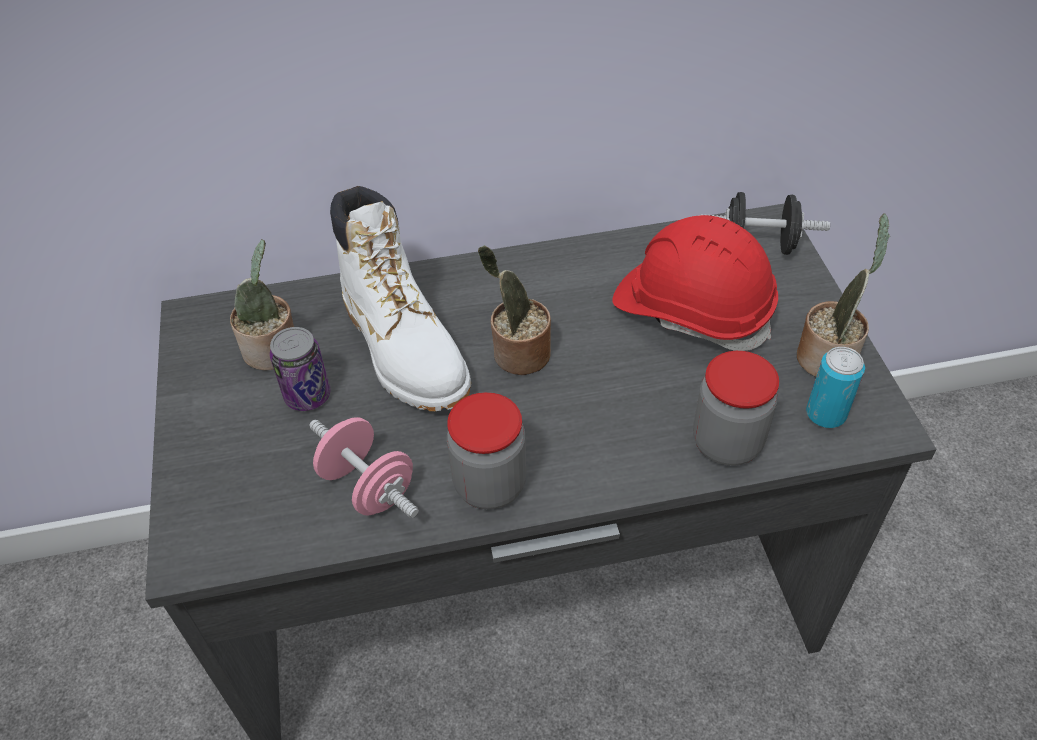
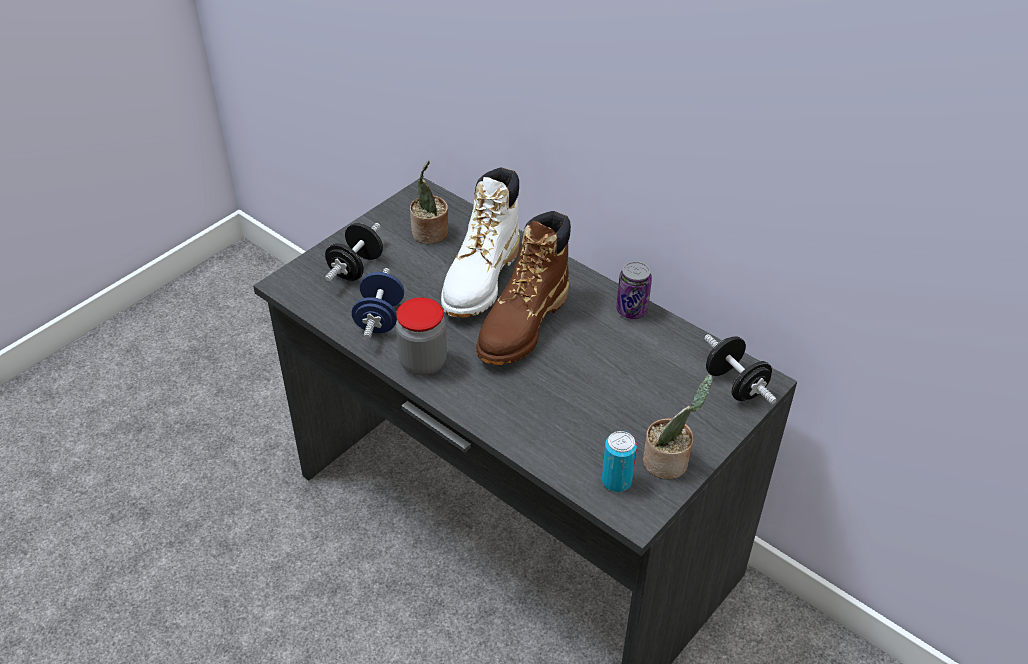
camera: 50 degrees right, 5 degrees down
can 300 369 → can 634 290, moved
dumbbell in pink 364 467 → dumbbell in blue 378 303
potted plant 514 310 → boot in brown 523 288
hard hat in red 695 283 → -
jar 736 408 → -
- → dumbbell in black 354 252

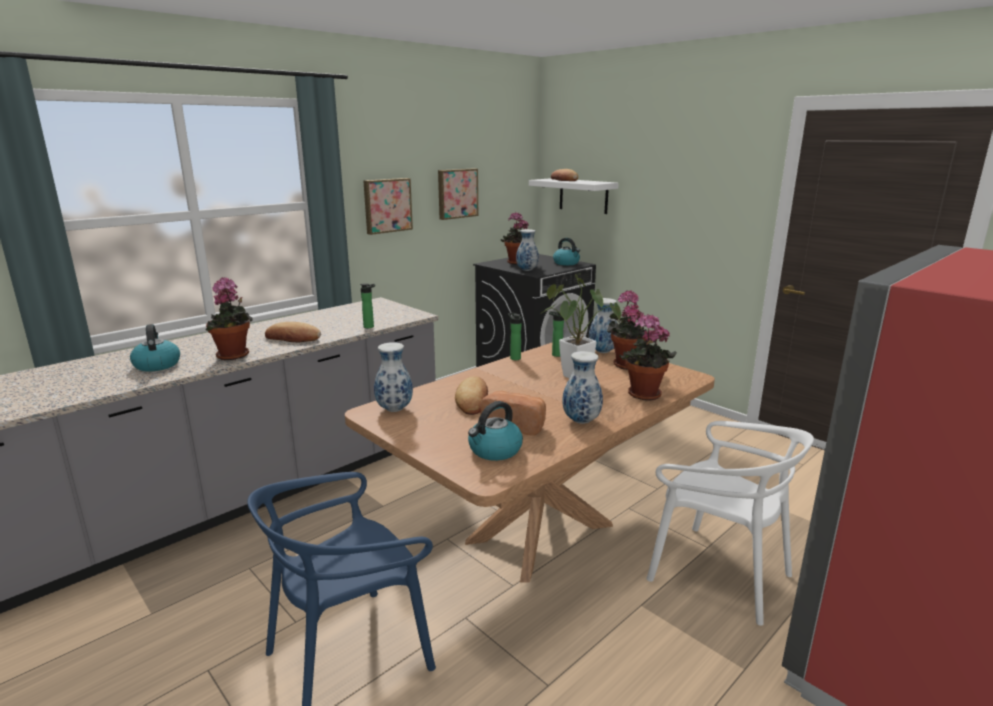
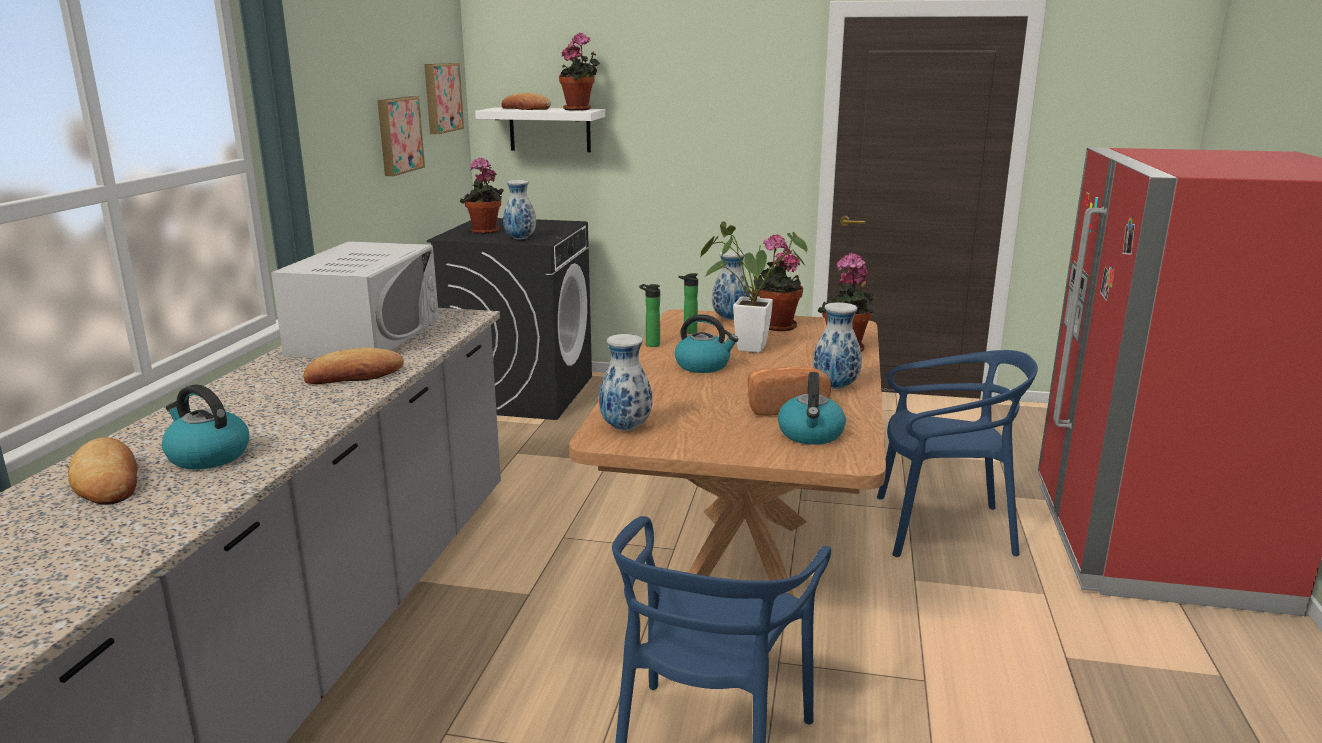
camera: 35 degrees left, 0 degrees up
potted plant 228 318 → potted plant 579 71, moved
bottle 367 305 → -
picture 388 206 → picture 444 98, moved
bread 471 395 → bread 103 471, moved
kettle 566 251 → kettle 706 343, moved
chair in white 730 523 → chair in blue 957 453
- → microwave in white 355 299

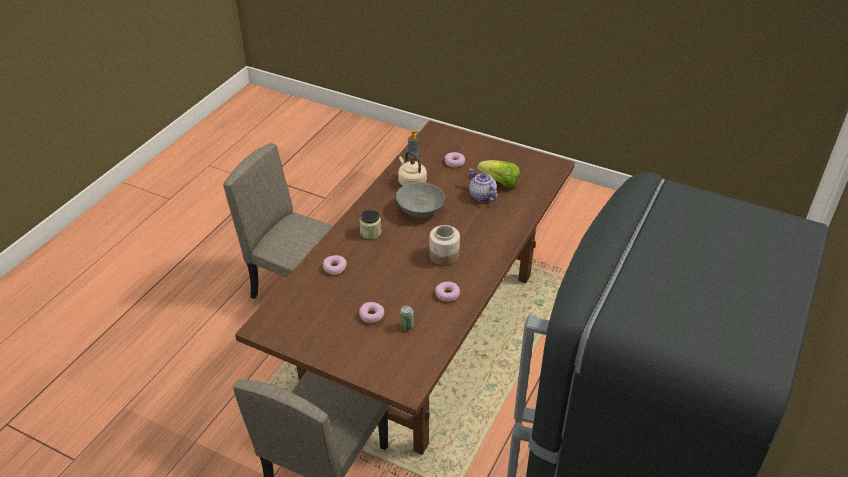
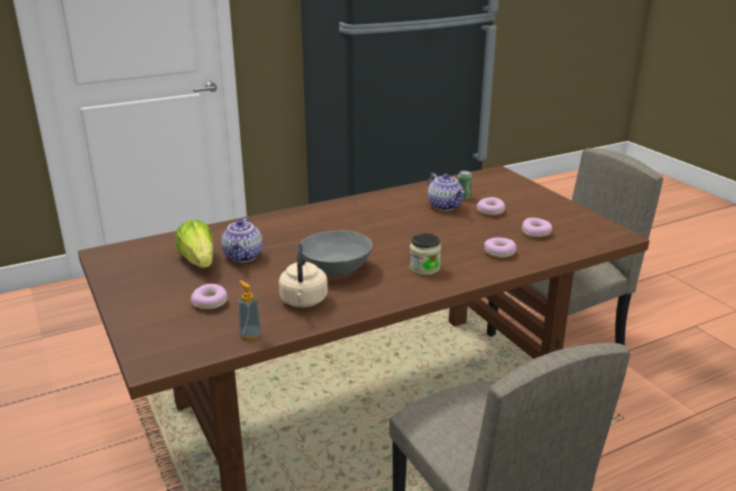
camera: 145 degrees left, 15 degrees down
jar 444 245 → -
donut 447 292 → donut 536 227, moved
- → teapot 446 192

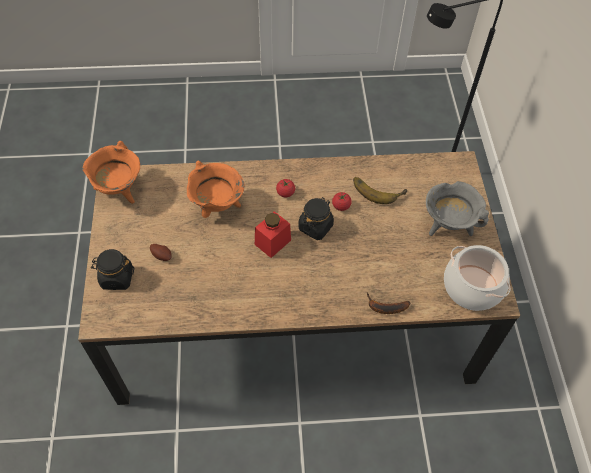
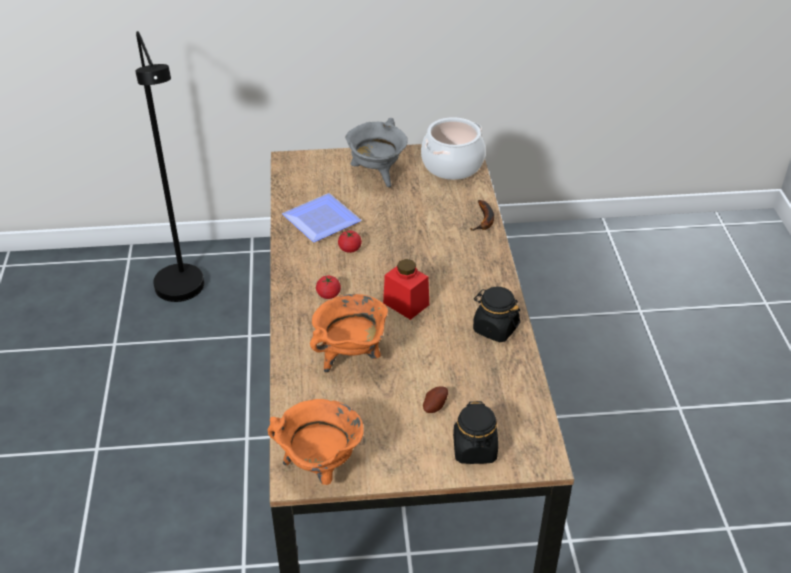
camera: 90 degrees left, 15 degrees down
jar in black 316 218 → jar in black 496 314, moved
banana 380 190 → plate 321 217

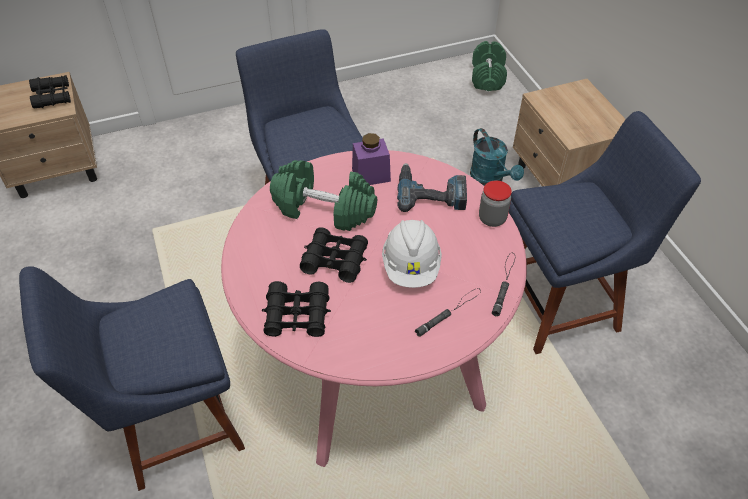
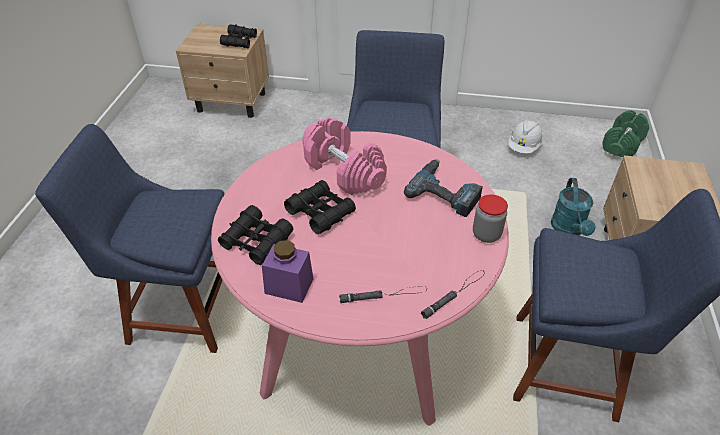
camera: 30 degrees right, 5 degrees down
dumbbell in green 323 195 → dumbbell in pink 344 156
jar in purple 371 159 → jar in purple 287 271, moved
hard hat in white 412 254 → hard hat in white 525 136, moved

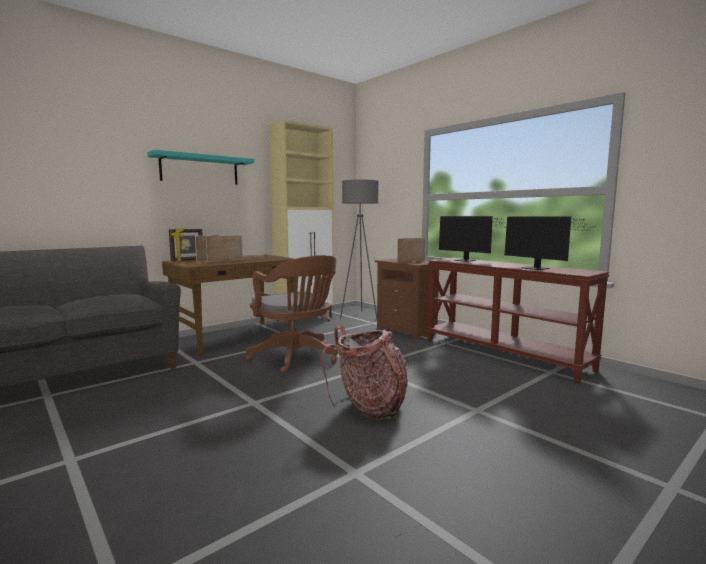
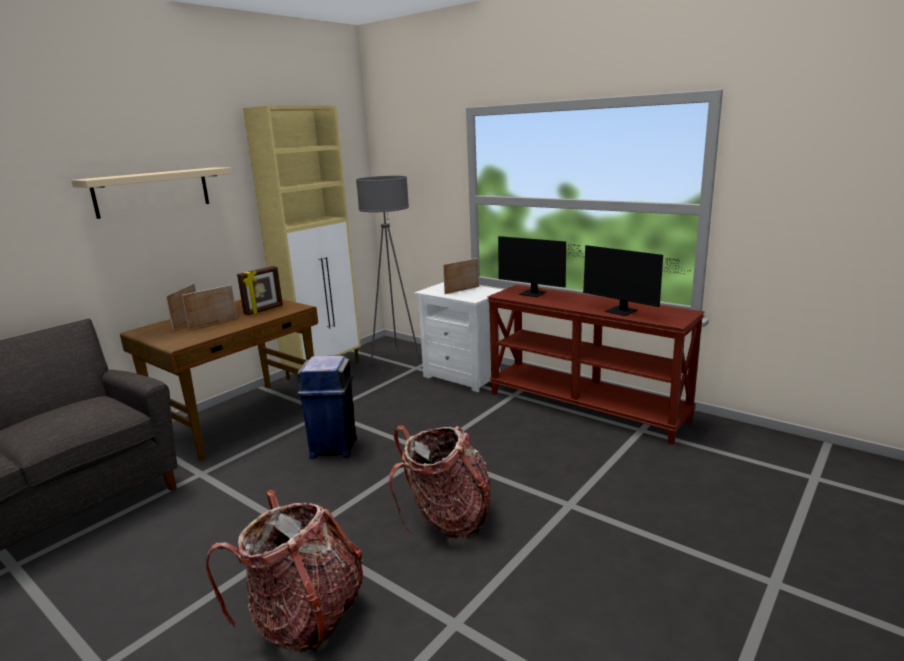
camera: 10 degrees left, 10 degrees up
shelf in turquoise 200 167 → shelf in beige 151 193
picture frame 185 244 → picture frame 260 290, moved
office chair in brown 291 314 → trash can in blue 327 407
nightstand in brown 407 298 → nightstand in white 458 337
- → backpack 284 571

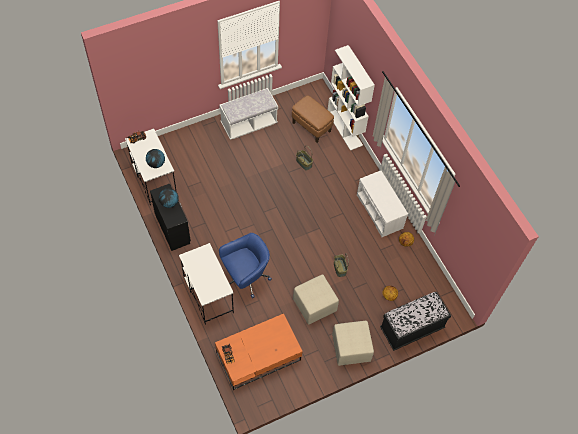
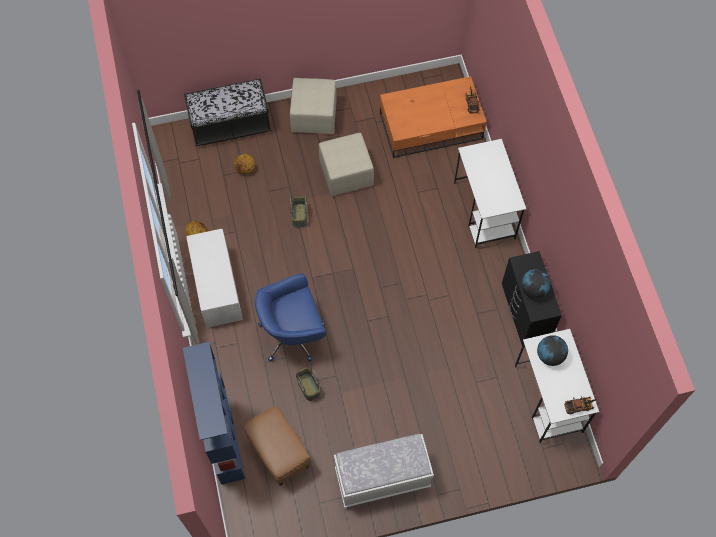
camera: 165 degrees left, 5 degrees up
office chair in blue 245 265 → office chair in blue 290 318, moved
bookcase in white 351 97 → bookcase in blue 214 413

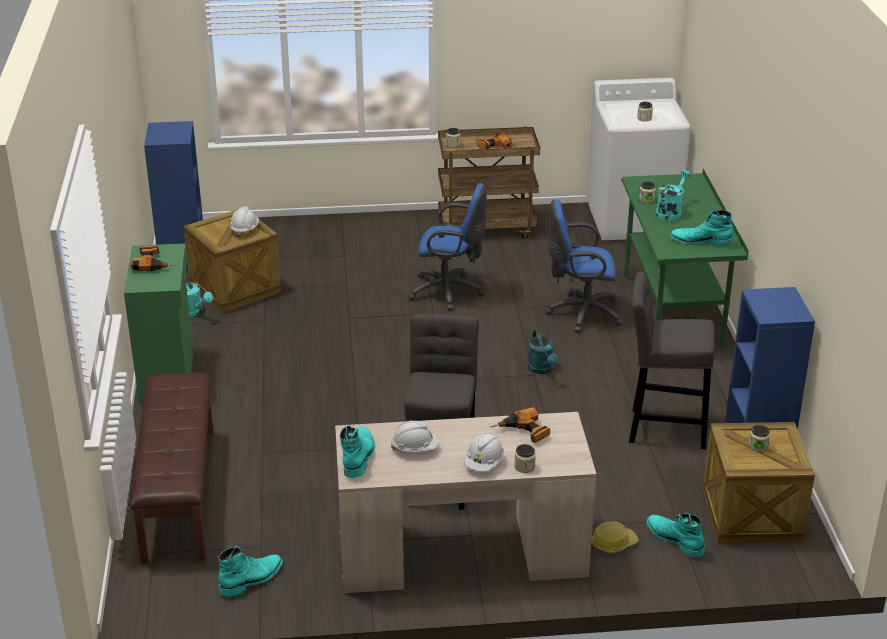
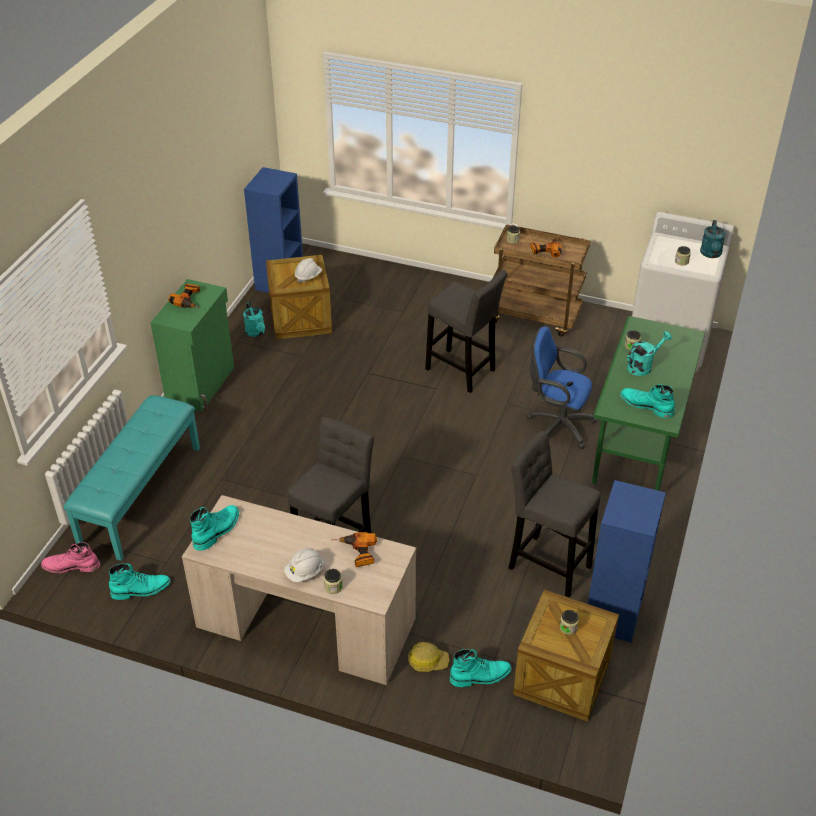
camera: 25 degrees right, 10 degrees up
bench in brown 172 468 → bench in turquoise 132 478
hard hat in white 414 436 → -
office chair in blue 447 247 → stool in grey 466 331
watering can in turquoise 543 352 → watering can in turquoise 713 239, moved
boot in turquoise 675 535 → boot in turquoise 481 668, 90 degrees clockwise
- → boot in pink 70 557

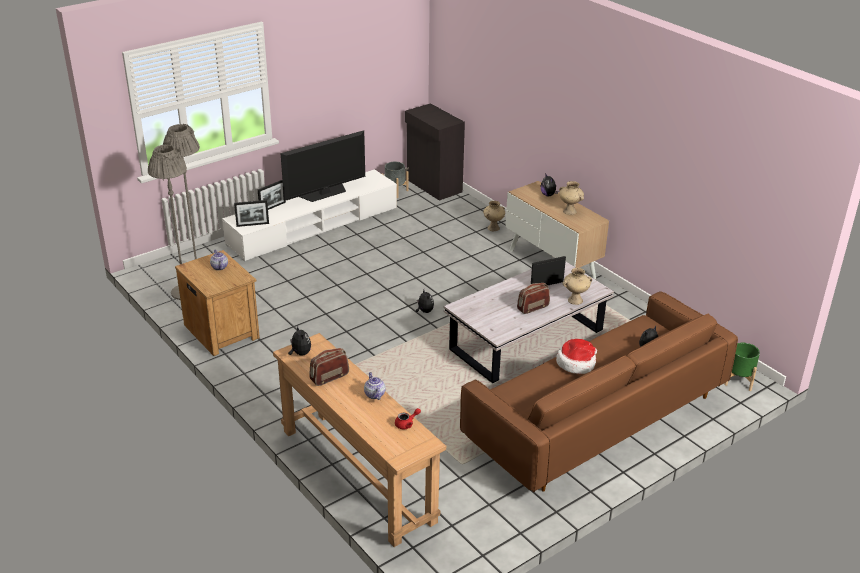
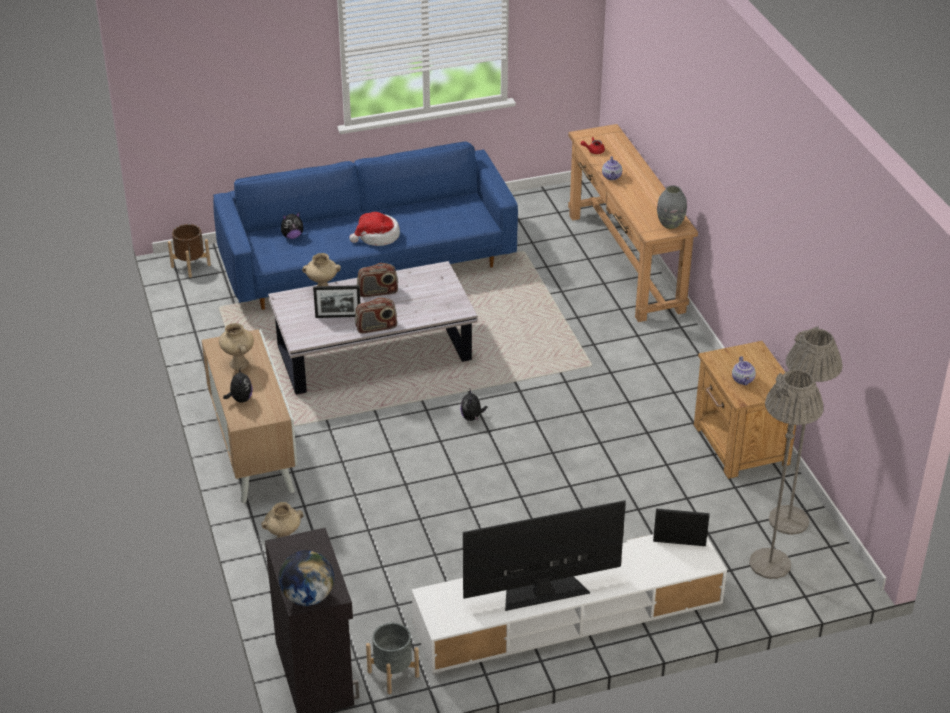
camera: 160 degrees left, 5 degrees up
picture frame 272 195 → -
plush toy 299 340 → vase in grey 672 207
radio 329 367 → radio 376 316, moved
sofa in brown 599 391 → sofa in blue 365 225
planter in green 742 367 → planter in brown 189 251
- → globe 306 578

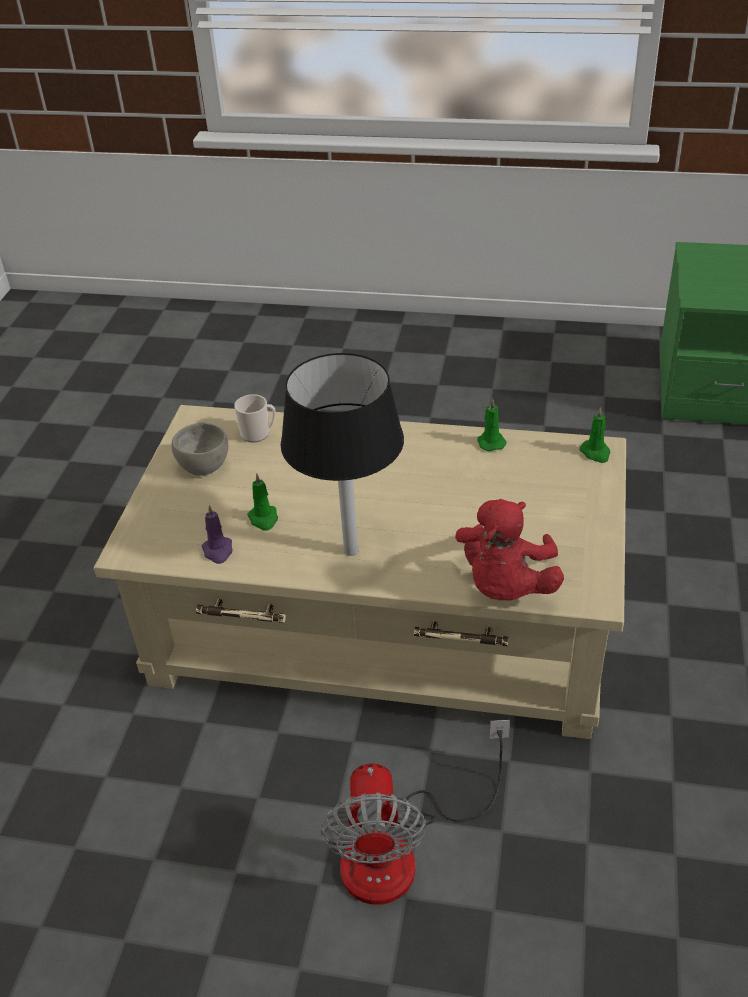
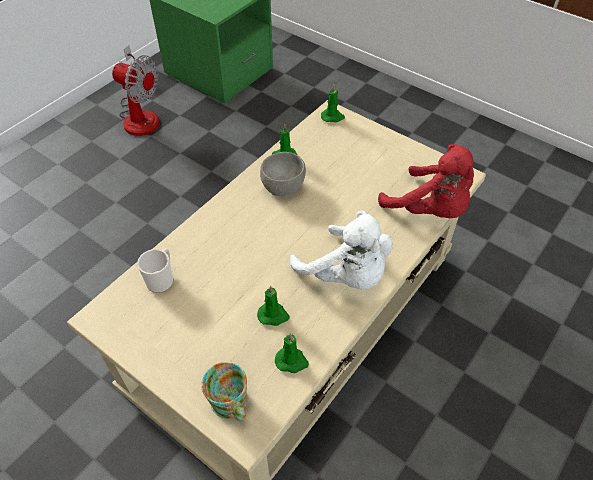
camera: 65 degrees left, 10 degrees up
bowl in grey 199 449 → bowl in grey 283 174, moved
candle in purple 217 534 → candle in green 292 353
table lamp in black 342 454 → plush toy in white 341 250
fan 415 812 → fan 136 90, moved
- → mug 224 391

